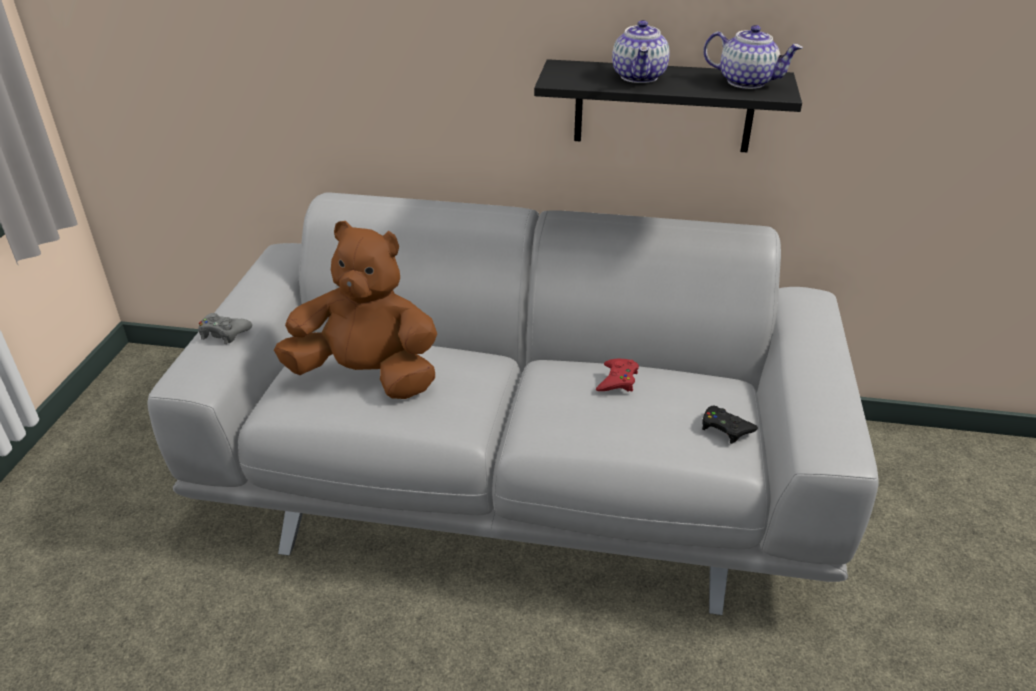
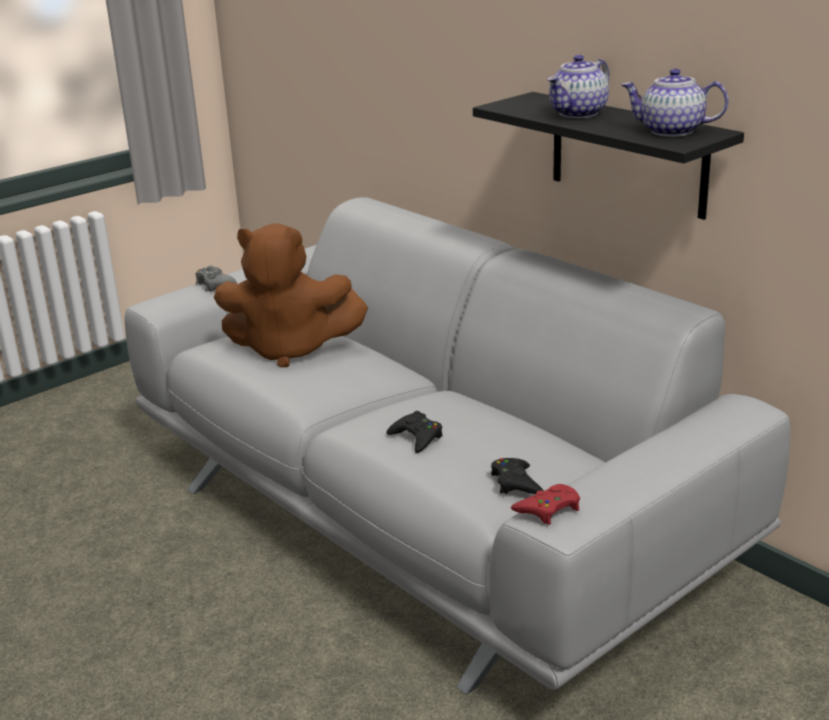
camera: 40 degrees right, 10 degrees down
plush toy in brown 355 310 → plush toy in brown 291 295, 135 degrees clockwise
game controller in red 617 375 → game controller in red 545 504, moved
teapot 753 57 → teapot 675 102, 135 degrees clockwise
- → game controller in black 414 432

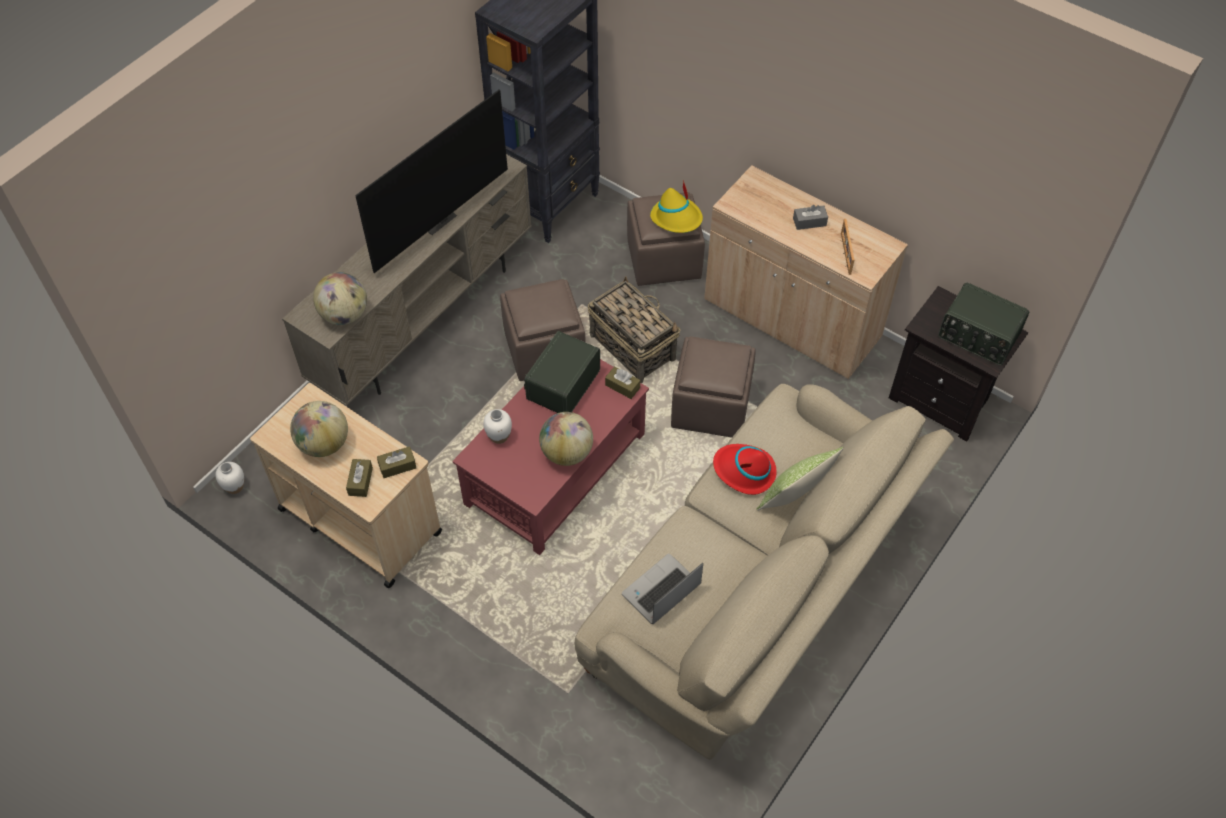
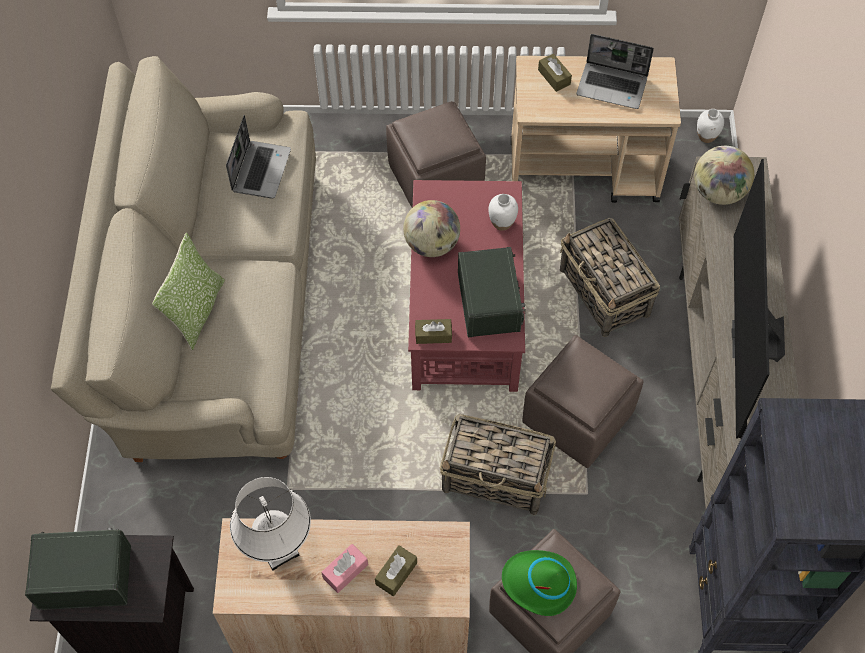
camera: 145 degrees right, 5 degrees up
globe 319 429 → laptop 615 71
tissue box in brown 396 462 → tissue box in brown 396 570, moved
hat in yellow 676 206 → hat in green 539 583
ottoman in brown 713 387 → ottoman in brown 436 154, moved
hat in red 744 469 → -
tissue box in grey 810 217 → tissue box in pink 344 568
picture frame 847 247 → table lamp in white 270 524
- → basket 610 277

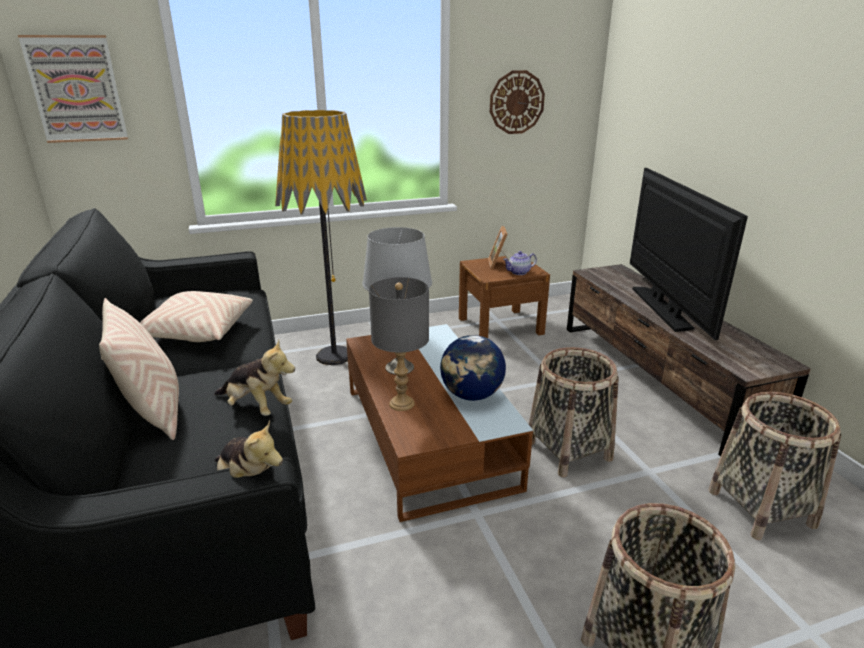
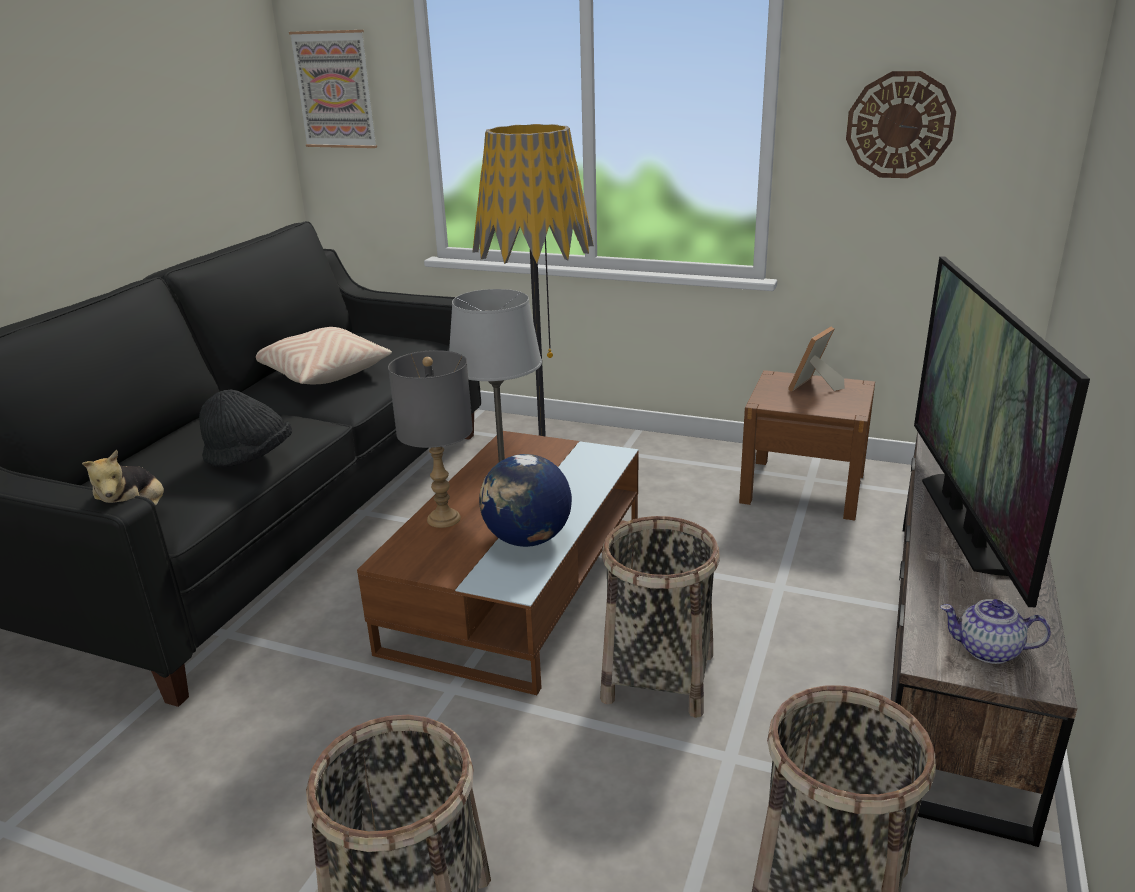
camera: 40 degrees right, 0 degrees up
pillow in beige 139 369 → -
plush toy 254 377 → hat in black 245 428
teapot 520 263 → teapot 995 631, moved
television 689 254 → television 1002 431, 150 degrees clockwise

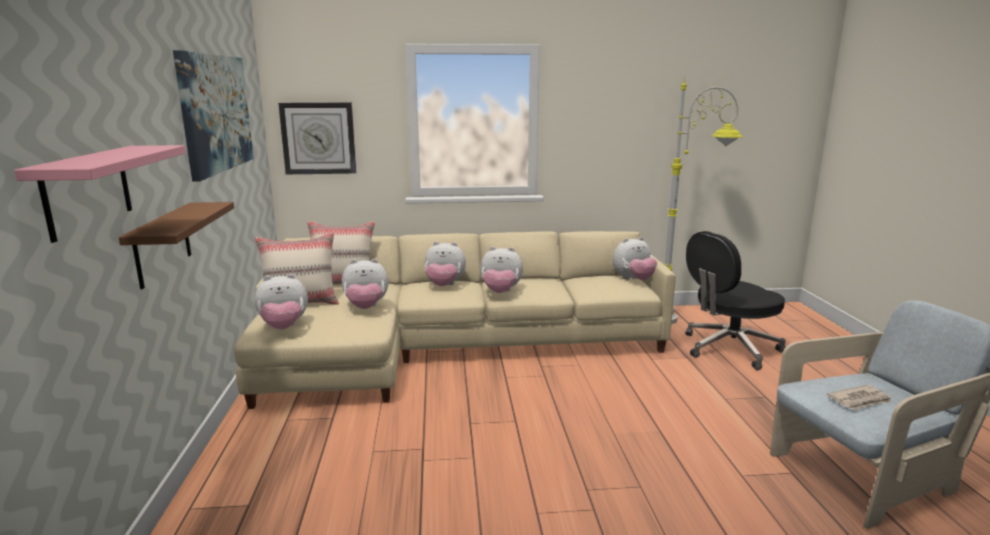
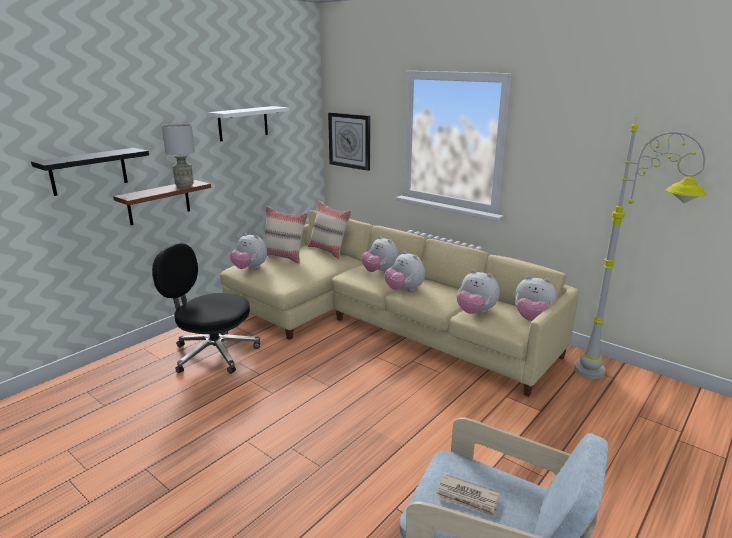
camera: 45 degrees right, 5 degrees up
shelf in pink 100 194 → shelf in black 90 172
picture 213 116 → shelf in white 248 124
plush toy 365 283 → plush toy 478 292, moved
office chair in black 736 300 → office chair in black 206 308, moved
- → table lamp in grey 178 155

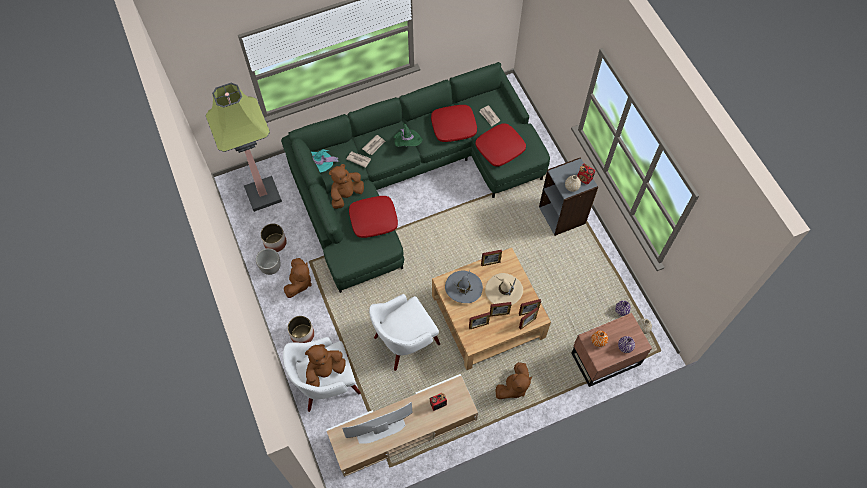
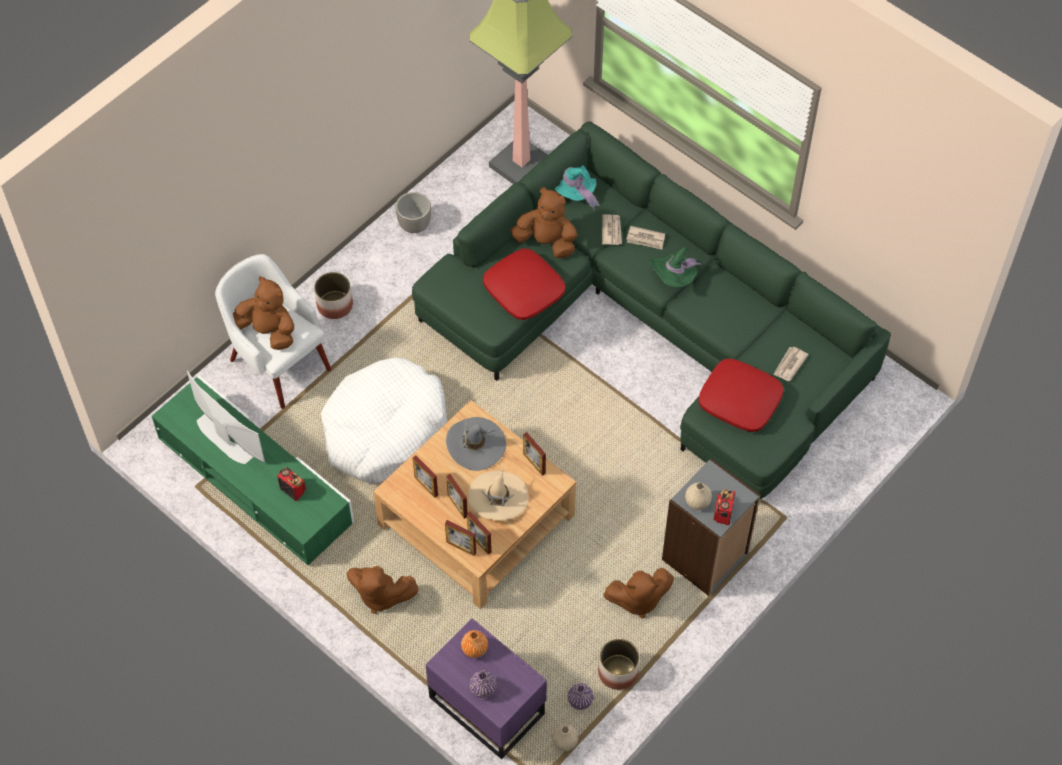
camera: 65 degrees right, 5 degrees down
planter 274 238 → planter 619 664, moved
plush toy in brown 298 278 → plush toy in brown 638 593, moved
tv stand in beige 402 425 → tv stand in green 253 470
armchair in white 404 332 → dog bed in white 384 420
pillow in red 454 123 → -
nightstand in brown 611 350 → nightstand in purple 486 689

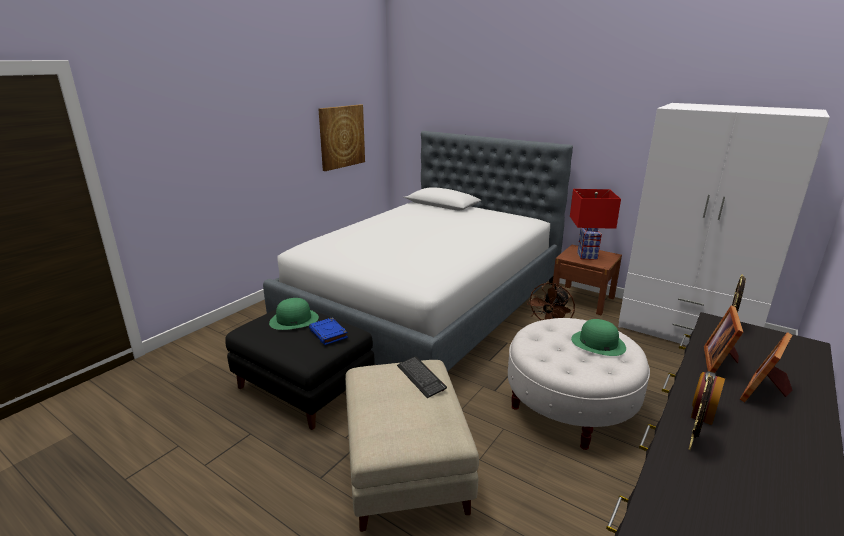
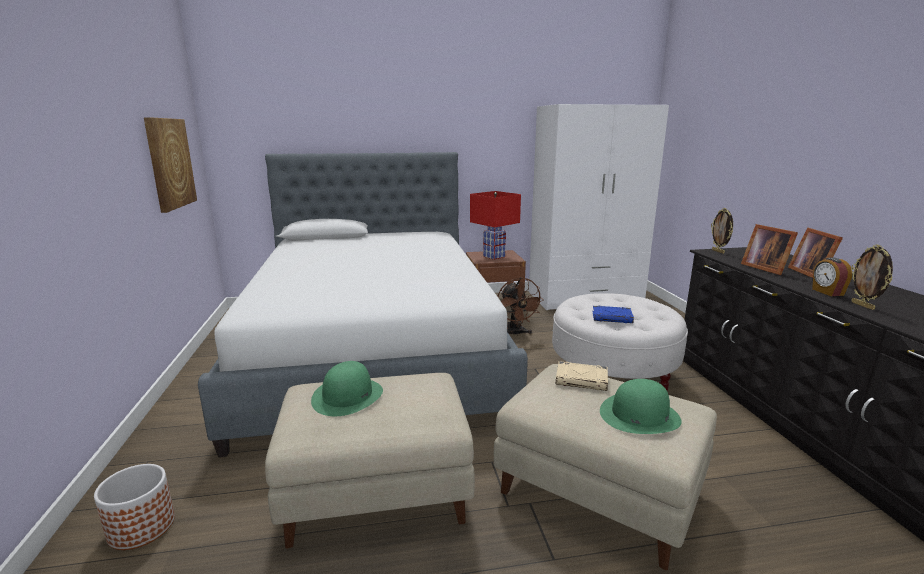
camera: 45 degrees left, 5 degrees down
ottoman in black 300 369 → ottoman in beige 370 460
book in blue 328 331 → book in blue 613 314, moved
keyboard 422 377 → book in beige 582 376
hat in green 598 337 → hat in green 641 406, moved
- → planter 134 507

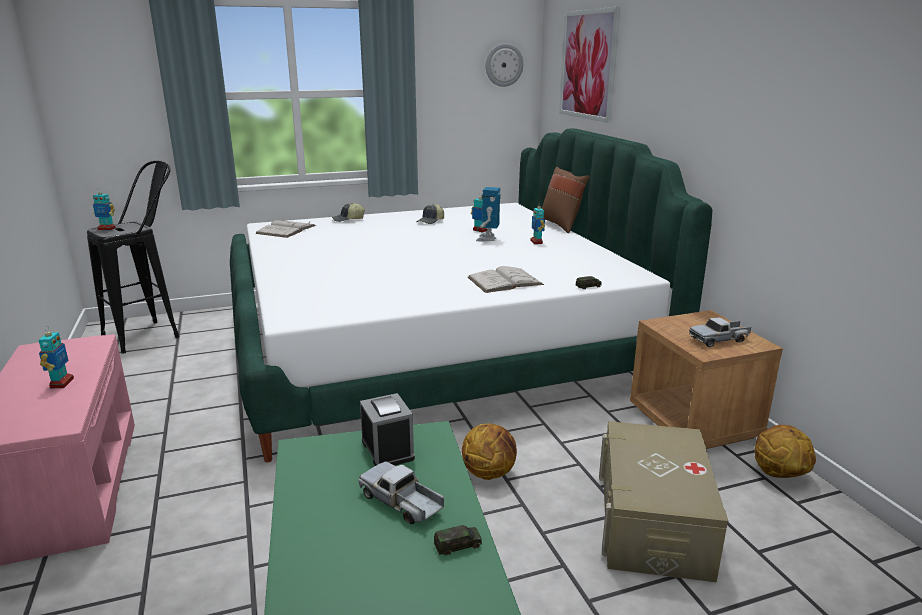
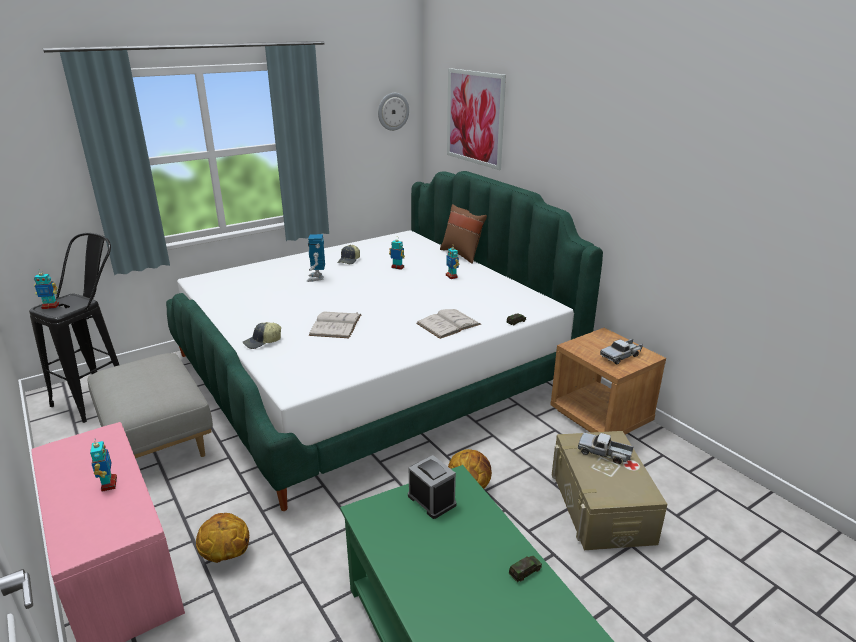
camera: 15 degrees left, 5 degrees up
book in white 285 229 → book in white 335 325, moved
cap 348 212 → cap 262 335, moved
toy truck 401 492 → toy truck 605 448, moved
toy robot 488 214 → toy robot 316 258, moved
basketball 785 451 → basketball 222 538, moved
- → ottoman in grey 150 405

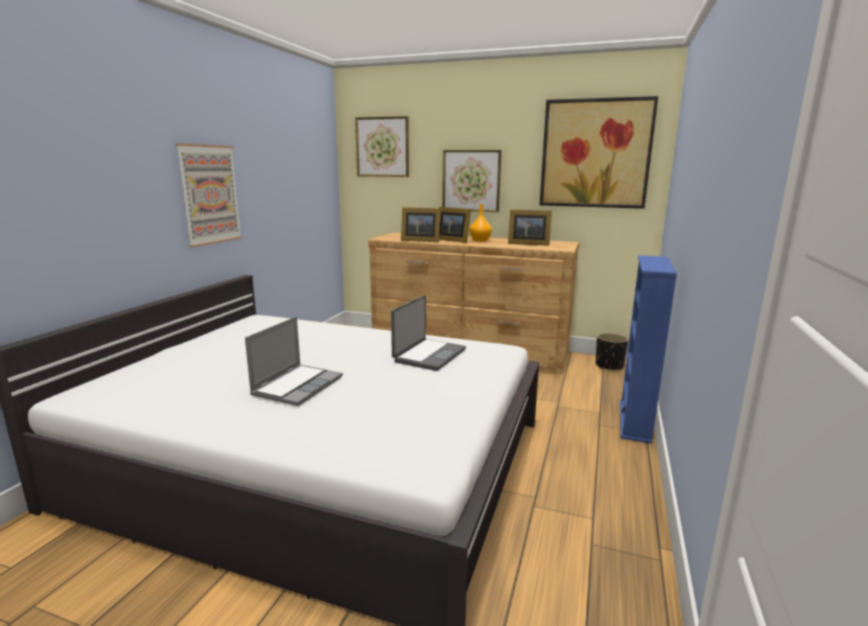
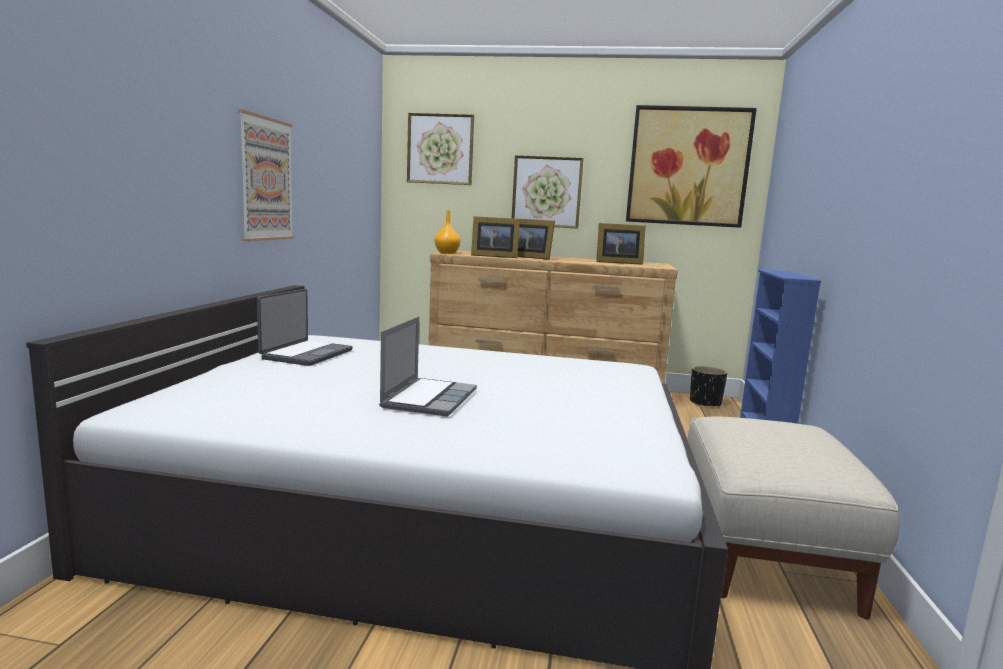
camera: 10 degrees left, 5 degrees down
laptop 428 333 → laptop 305 327, moved
vase in orange 481 223 → vase in orange 447 232, moved
- → ottoman in beige 793 518

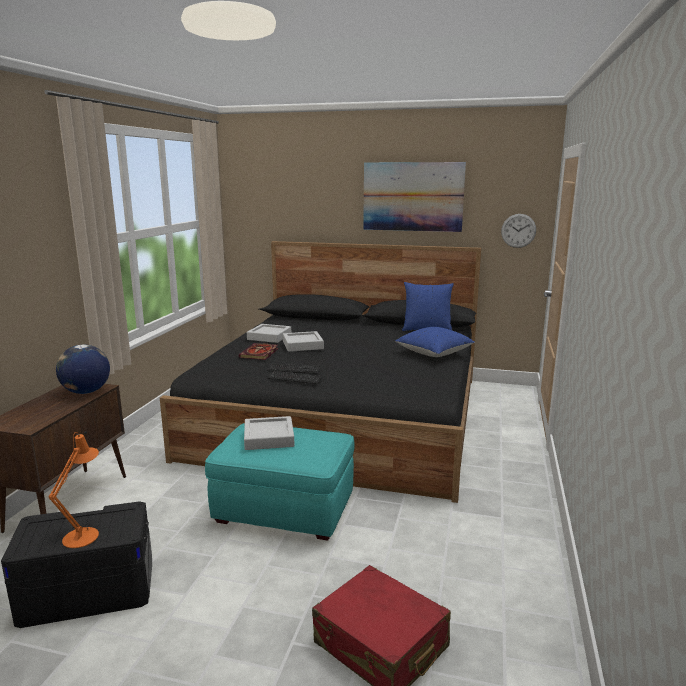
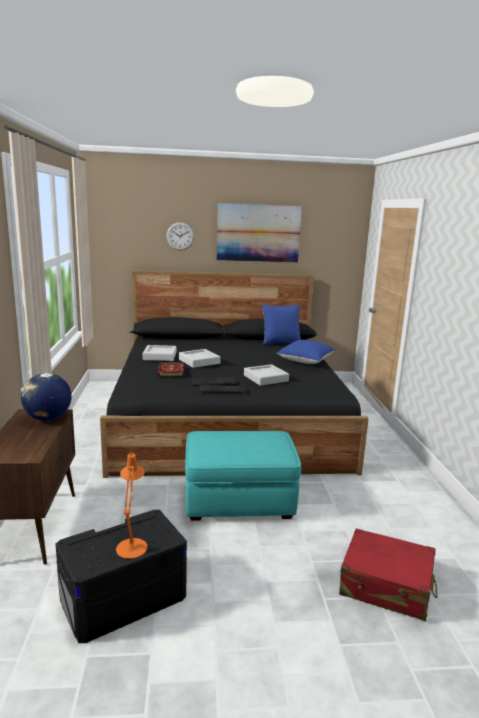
camera: 20 degrees left, 0 degrees up
tray in grey 269 433 → tray in grey 266 375, moved
wall clock 518 231 → wall clock 180 236, moved

